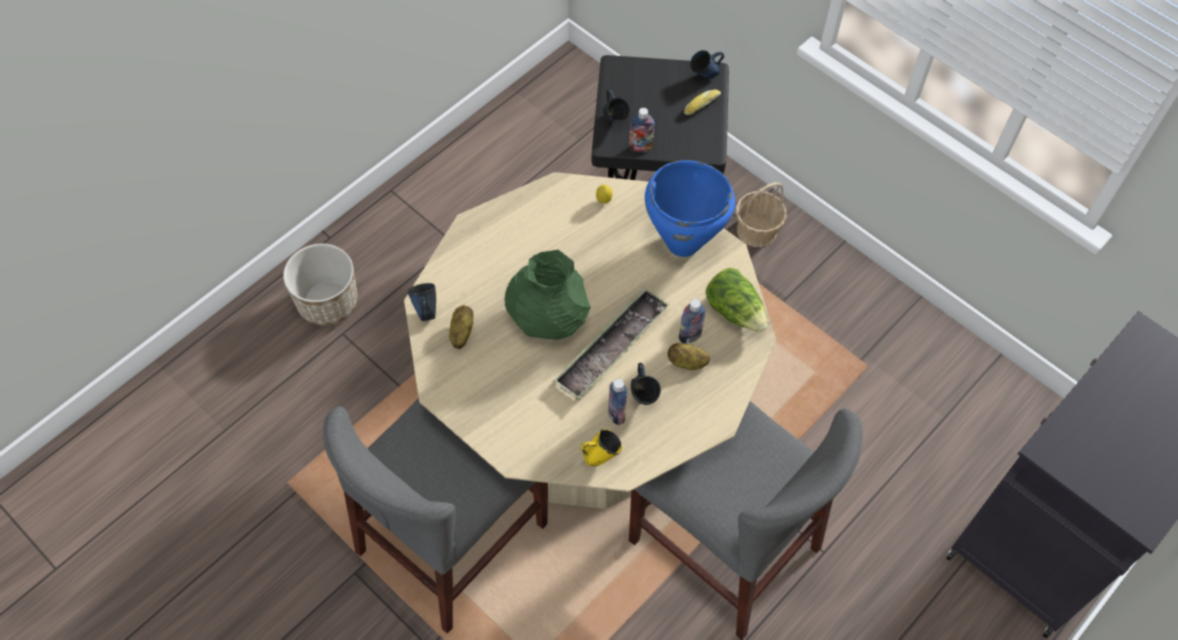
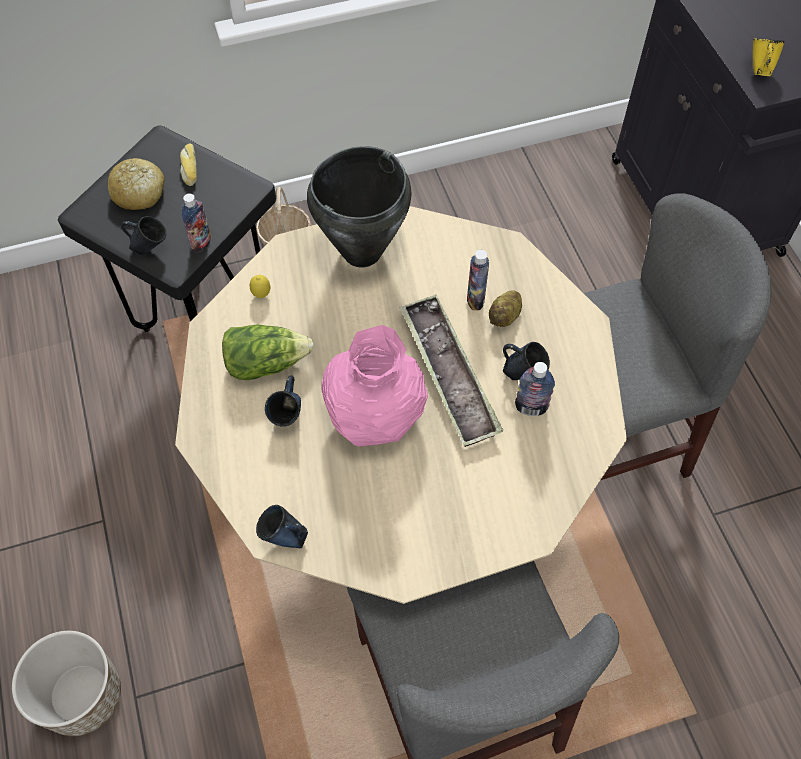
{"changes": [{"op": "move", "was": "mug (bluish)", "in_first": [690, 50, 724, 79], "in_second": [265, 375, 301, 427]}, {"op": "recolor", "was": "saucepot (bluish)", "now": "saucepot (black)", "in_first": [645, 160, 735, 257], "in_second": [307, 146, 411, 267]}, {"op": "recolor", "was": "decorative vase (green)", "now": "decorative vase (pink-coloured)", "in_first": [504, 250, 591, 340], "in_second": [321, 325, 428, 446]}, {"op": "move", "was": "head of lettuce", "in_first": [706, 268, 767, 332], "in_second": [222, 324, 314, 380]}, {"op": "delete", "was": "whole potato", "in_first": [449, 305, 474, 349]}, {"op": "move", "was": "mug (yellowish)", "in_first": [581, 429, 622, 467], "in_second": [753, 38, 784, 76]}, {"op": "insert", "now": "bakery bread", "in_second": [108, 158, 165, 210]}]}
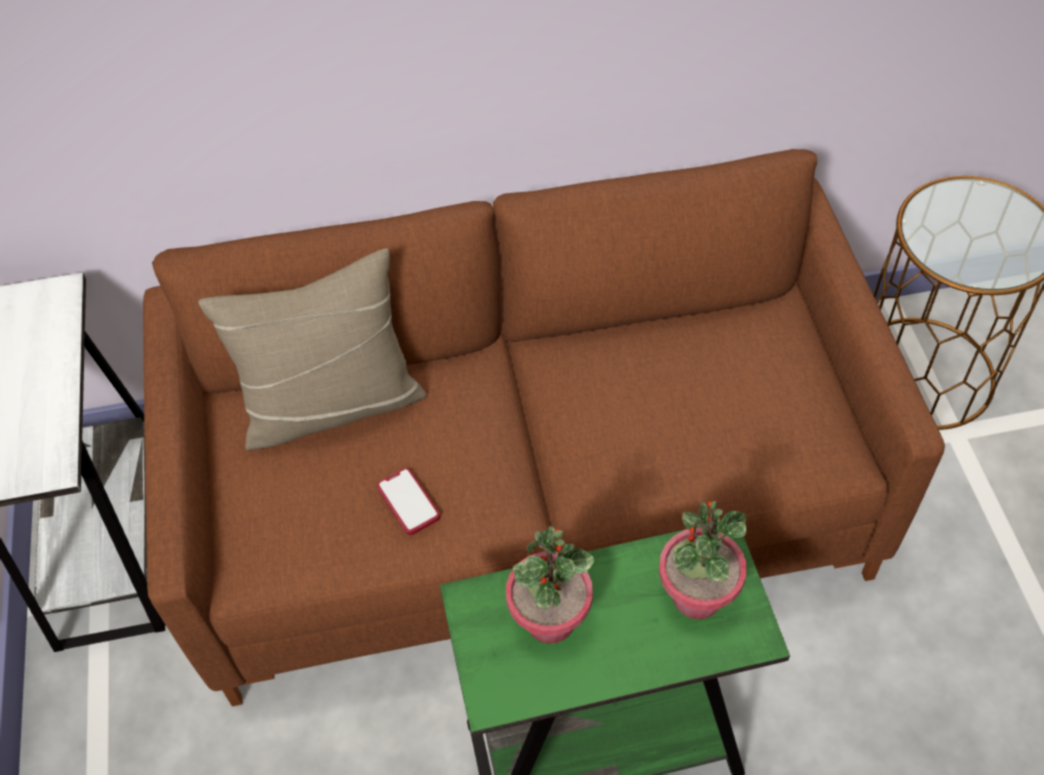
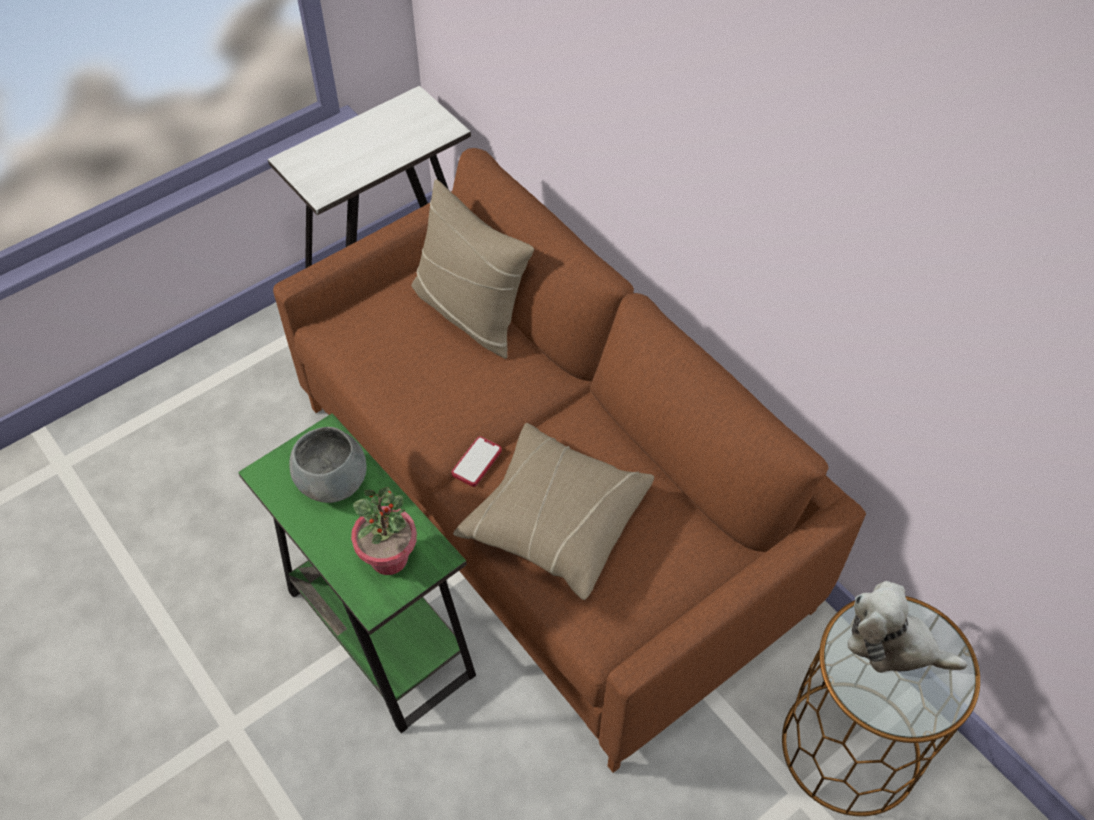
{"changes": [{"op": "move", "was": "telephone", "in_first": [377, 468, 440, 535], "in_second": [452, 436, 502, 487]}, {"op": "replace", "was": "plant in a pot", "now": "serving bowl (greyish)", "in_first": [506, 526, 594, 643], "in_second": [289, 427, 367, 503]}, {"op": "insert", "now": "cushion (beige-coloured)", "in_second": [453, 423, 654, 600]}, {"op": "insert", "now": "plush toy", "in_second": [848, 581, 968, 673]}]}
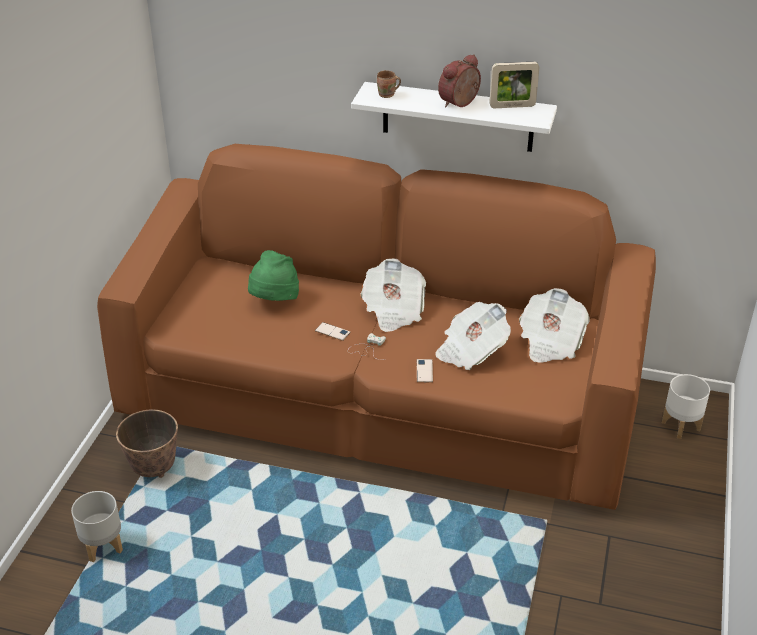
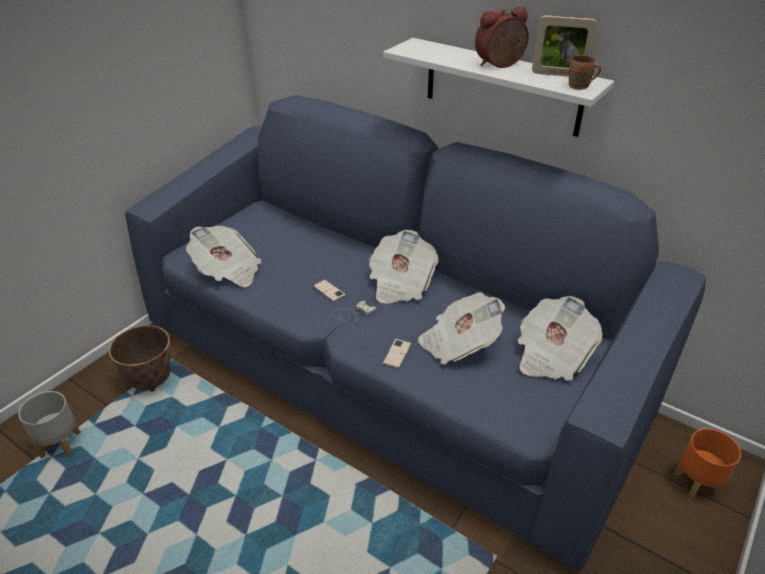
{"changes": [{"op": "move", "was": "mug (brownish)", "in_first": [377, 70, 401, 98], "in_second": [569, 55, 601, 90]}, {"op": "recolor", "was": "sofa (brownish)", "now": "sofa (bluish)", "in_first": [97, 144, 656, 510], "in_second": [125, 95, 706, 571]}, {"op": "delete", "was": "clothing hat (green)", "in_first": [248, 250, 299, 301]}, {"op": "recolor", "was": "planter (white-coloured)", "now": "planter (orange-coloured)", "in_first": [662, 374, 710, 439], "in_second": [674, 428, 741, 501]}, {"op": "insert", "now": "daily paper", "in_second": [186, 226, 262, 287]}]}
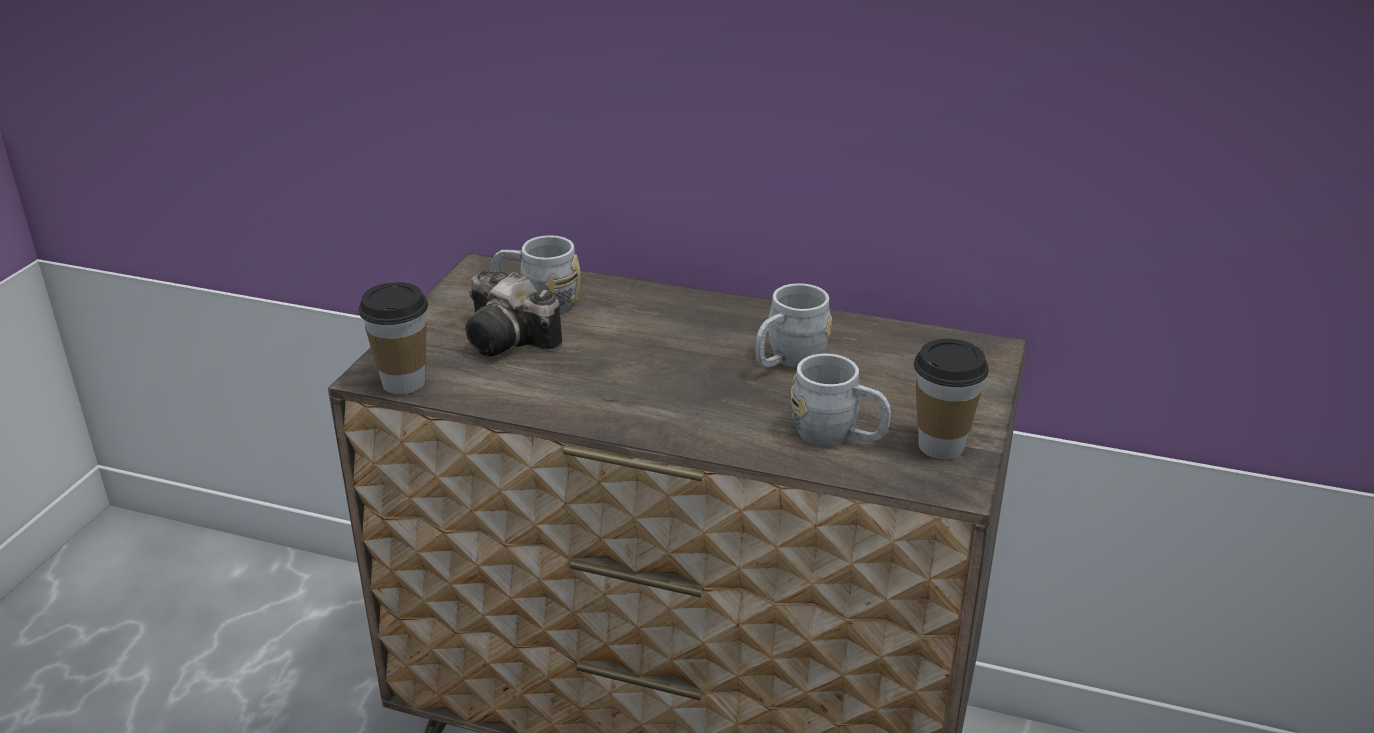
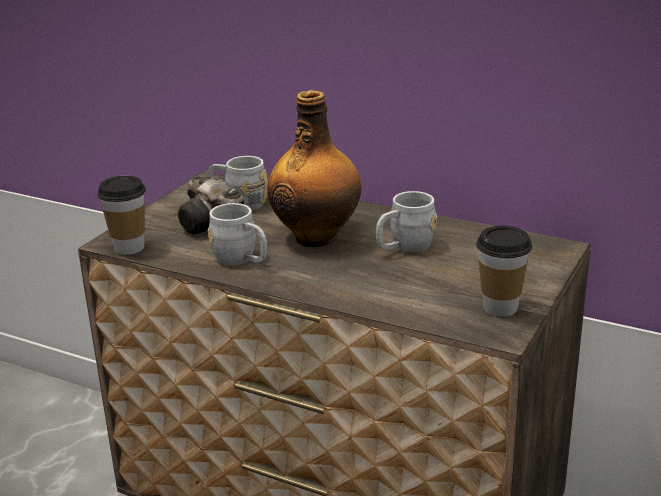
{"changes": [{"op": "move", "was": "mug (greyish)", "in_first": [791, 353, 891, 447], "in_second": [208, 203, 267, 266]}, {"op": "insert", "now": "bottle", "in_second": [267, 90, 361, 247]}]}
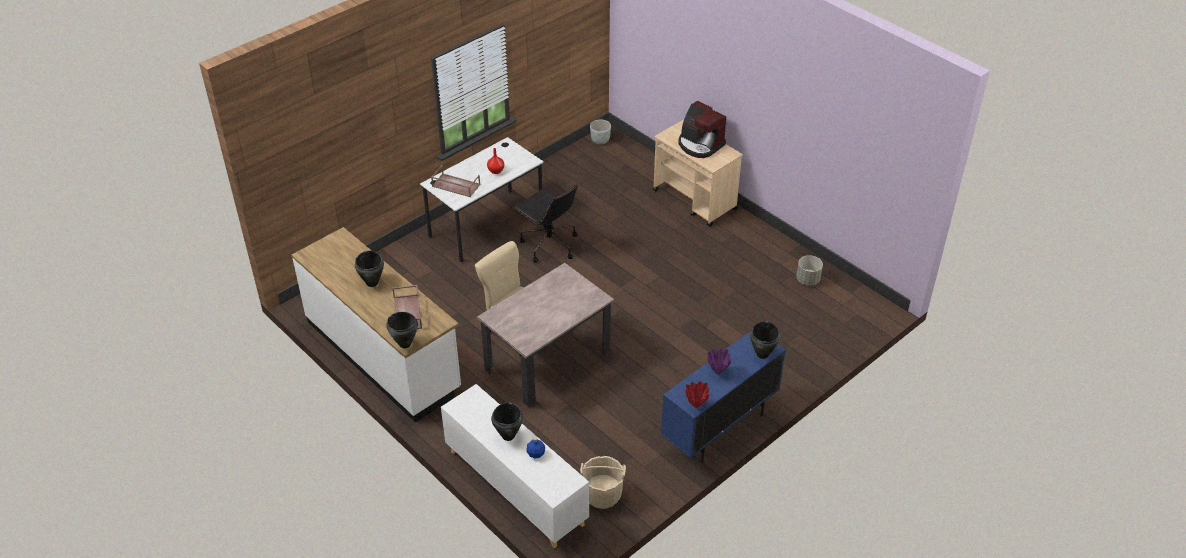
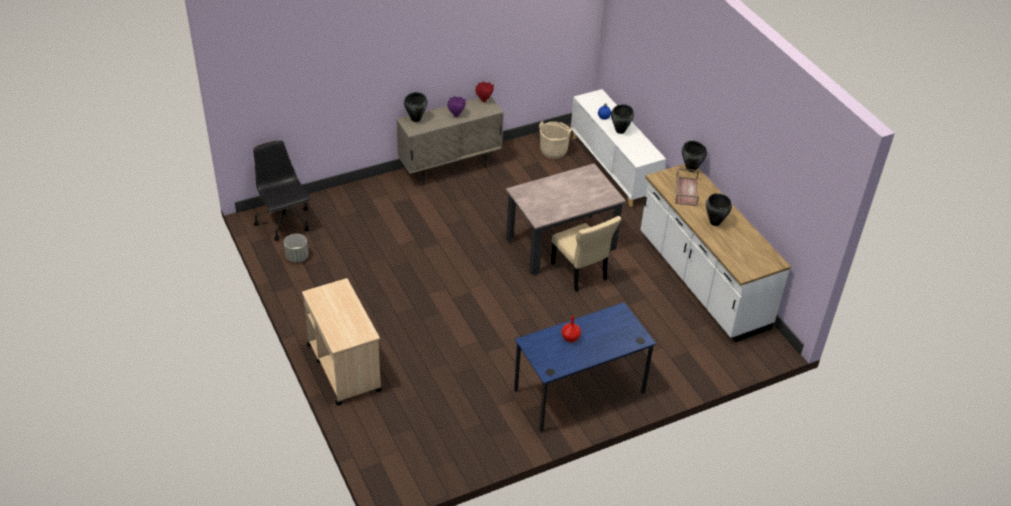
{"changes": [{"op": "delete", "was": "coffee machine", "in_first": [679, 101, 727, 158]}, {"op": "delete", "was": "planter (greyish)", "in_first": [590, 120, 611, 144]}, {"op": "recolor", "was": "desk unit (white-coloured)", "now": "desk unit (bluish)", "in_first": [420, 137, 544, 263], "in_second": [514, 302, 656, 432]}, {"op": "delete", "was": "serving tray (brownish)", "in_first": [431, 165, 480, 197]}, {"op": "move", "was": "desk chair (black)", "in_first": [512, 184, 578, 263], "in_second": [253, 140, 310, 241]}, {"op": "recolor", "was": "storage cabinet (bluish)", "now": "storage cabinet (beige-coloured)", "in_first": [661, 331, 786, 463], "in_second": [396, 96, 504, 185]}]}
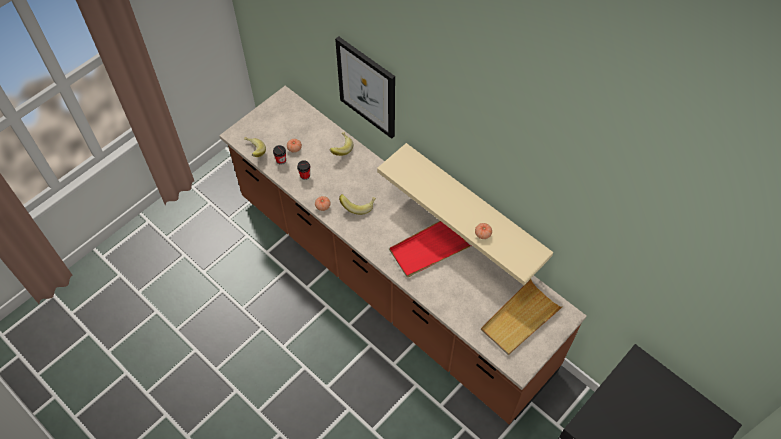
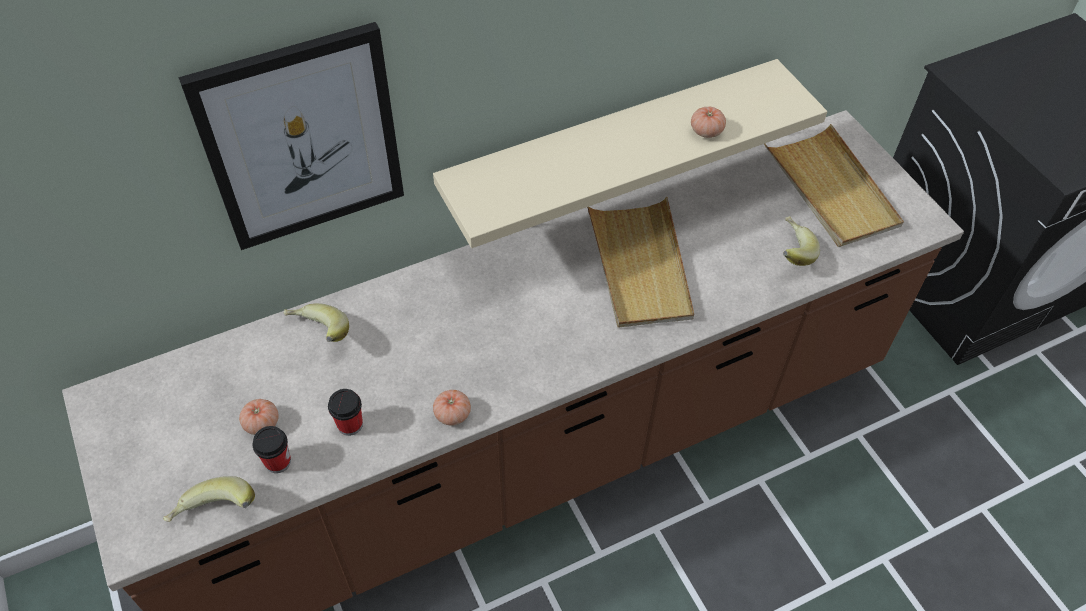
{"changes": [{"op": "move", "was": "whole banana", "in_first": [339, 194, 376, 215], "in_second": [783, 216, 820, 266]}, {"op": "recolor", "was": "serving tray (reddish)", "now": "serving tray (beige-coloured)", "in_first": [389, 221, 471, 278], "in_second": [587, 197, 694, 328]}]}
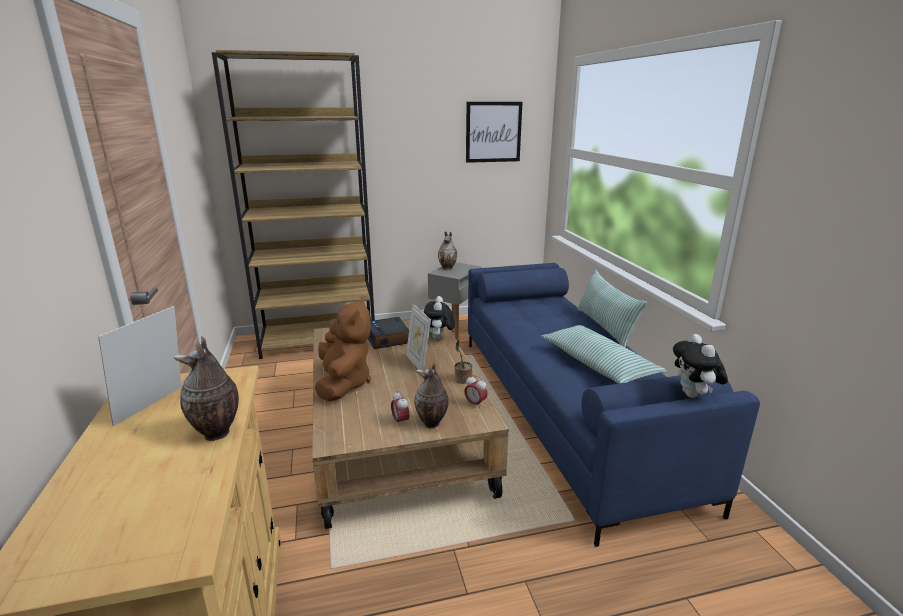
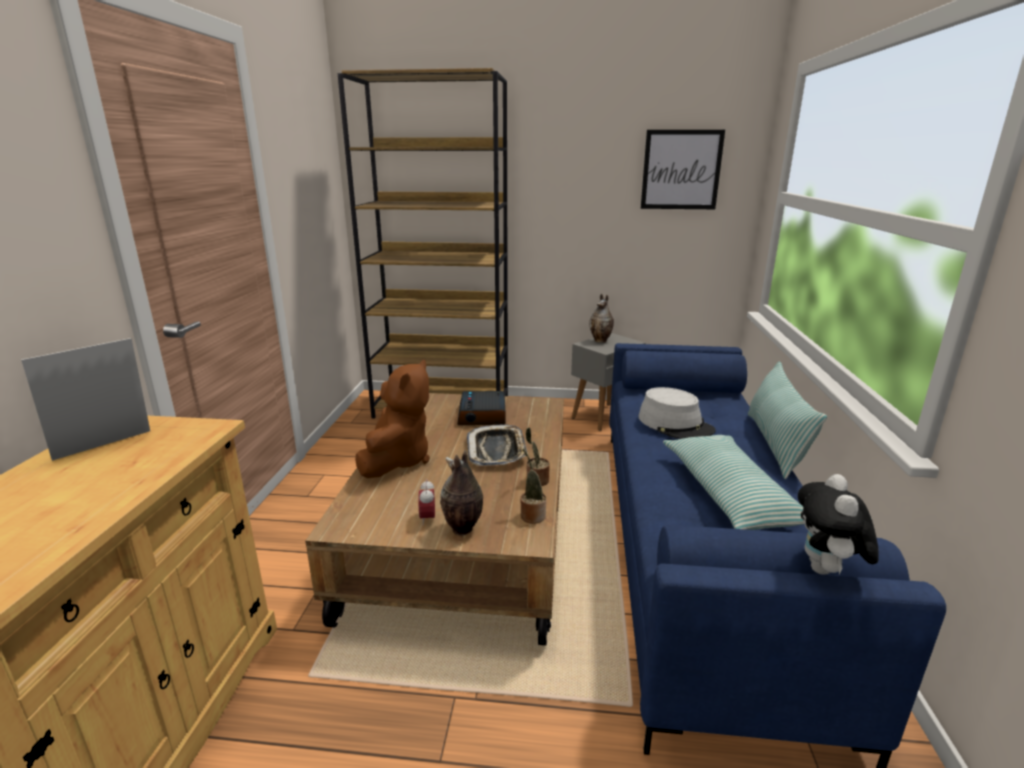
{"changes": [{"op": "delete", "was": "plush toy", "in_first": [424, 296, 455, 339]}, {"op": "replace", "was": "standing frame", "now": "serving tray", "in_first": [406, 304, 431, 371], "in_second": [467, 424, 528, 466]}, {"op": "delete", "was": "decorative vase", "in_first": [174, 336, 239, 441]}, {"op": "replace", "was": "table clock", "now": "plant in a pot", "in_first": [464, 375, 488, 407], "in_second": [520, 449, 546, 524]}, {"op": "insert", "now": "clothing hat (greyish)", "in_second": [639, 387, 716, 439]}]}
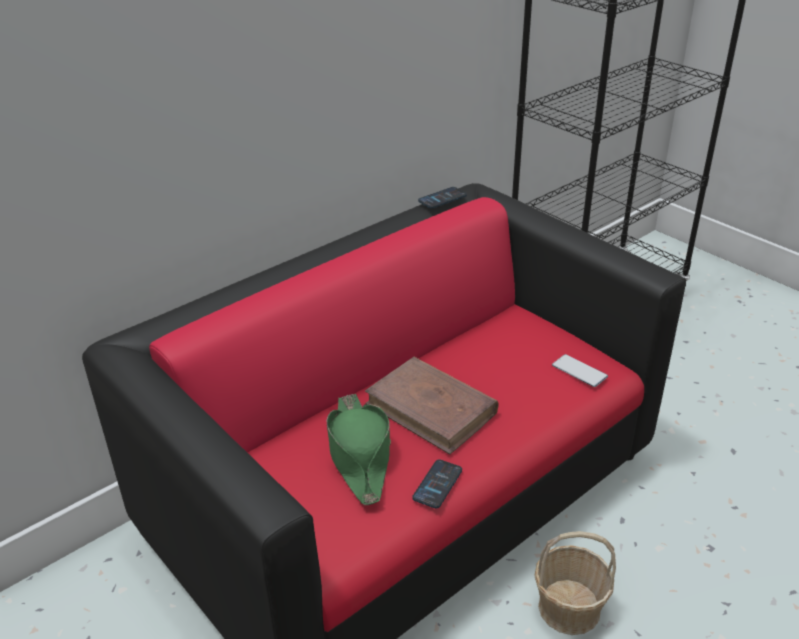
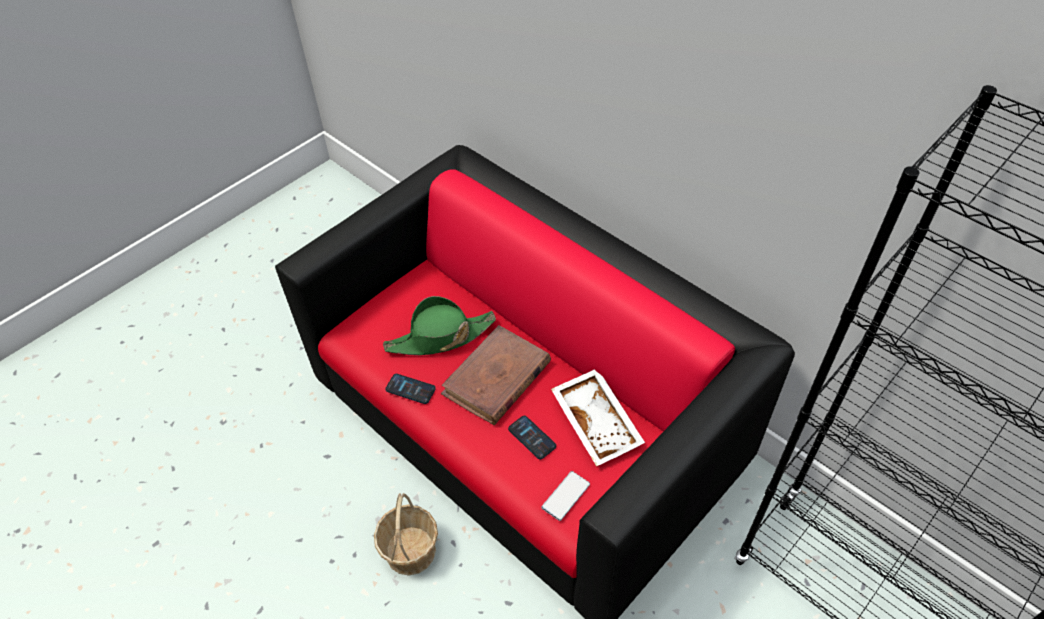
{"changes": [{"op": "move", "was": "telephone", "in_first": [418, 187, 467, 209], "in_second": [508, 416, 556, 460]}, {"op": "insert", "now": "serving tray (white-coloured)", "in_second": [551, 369, 645, 467]}]}
